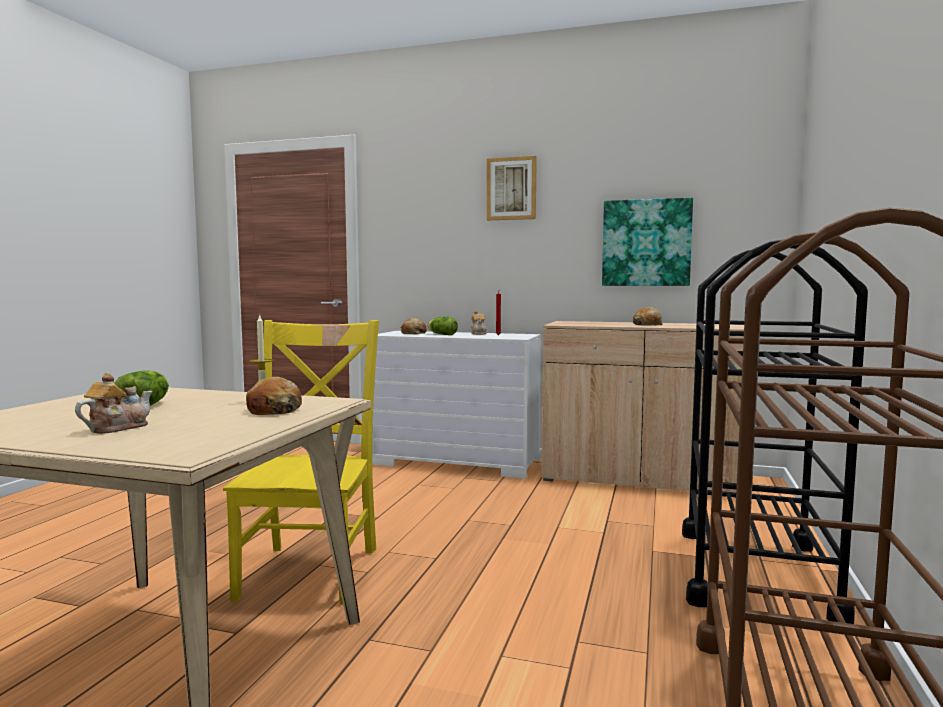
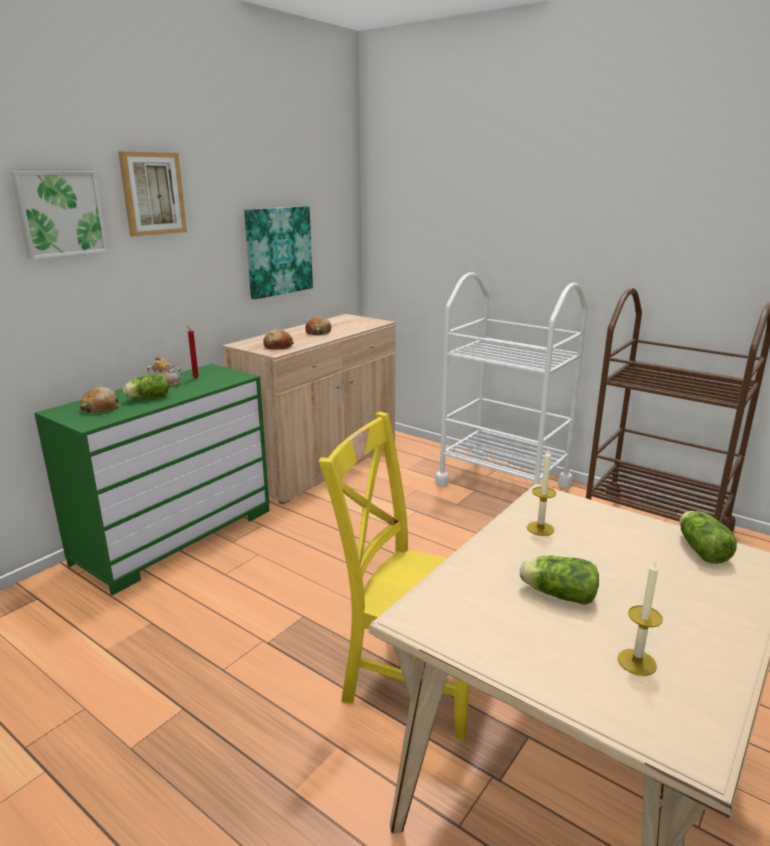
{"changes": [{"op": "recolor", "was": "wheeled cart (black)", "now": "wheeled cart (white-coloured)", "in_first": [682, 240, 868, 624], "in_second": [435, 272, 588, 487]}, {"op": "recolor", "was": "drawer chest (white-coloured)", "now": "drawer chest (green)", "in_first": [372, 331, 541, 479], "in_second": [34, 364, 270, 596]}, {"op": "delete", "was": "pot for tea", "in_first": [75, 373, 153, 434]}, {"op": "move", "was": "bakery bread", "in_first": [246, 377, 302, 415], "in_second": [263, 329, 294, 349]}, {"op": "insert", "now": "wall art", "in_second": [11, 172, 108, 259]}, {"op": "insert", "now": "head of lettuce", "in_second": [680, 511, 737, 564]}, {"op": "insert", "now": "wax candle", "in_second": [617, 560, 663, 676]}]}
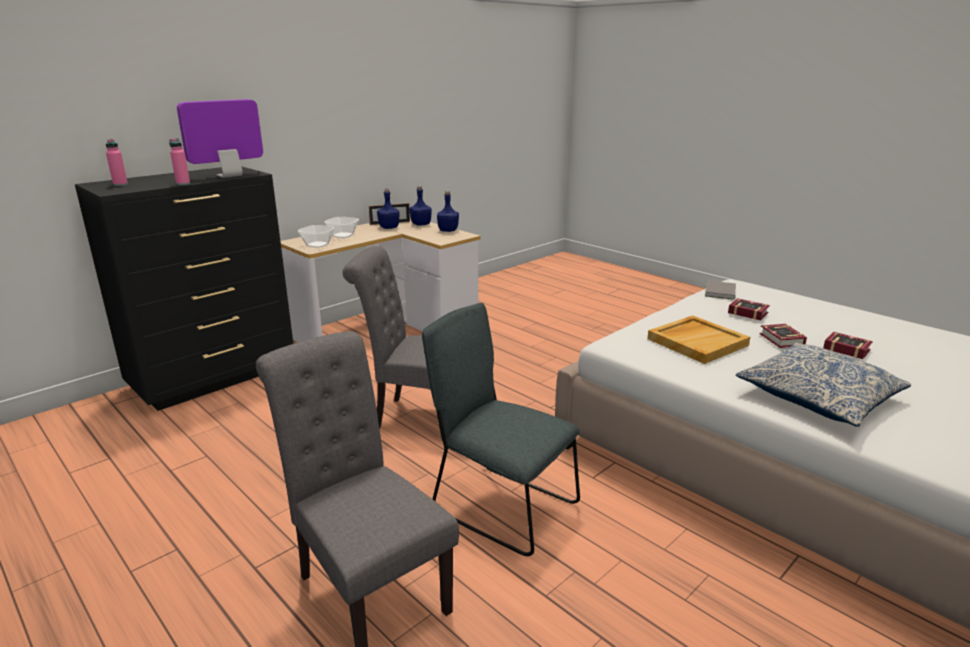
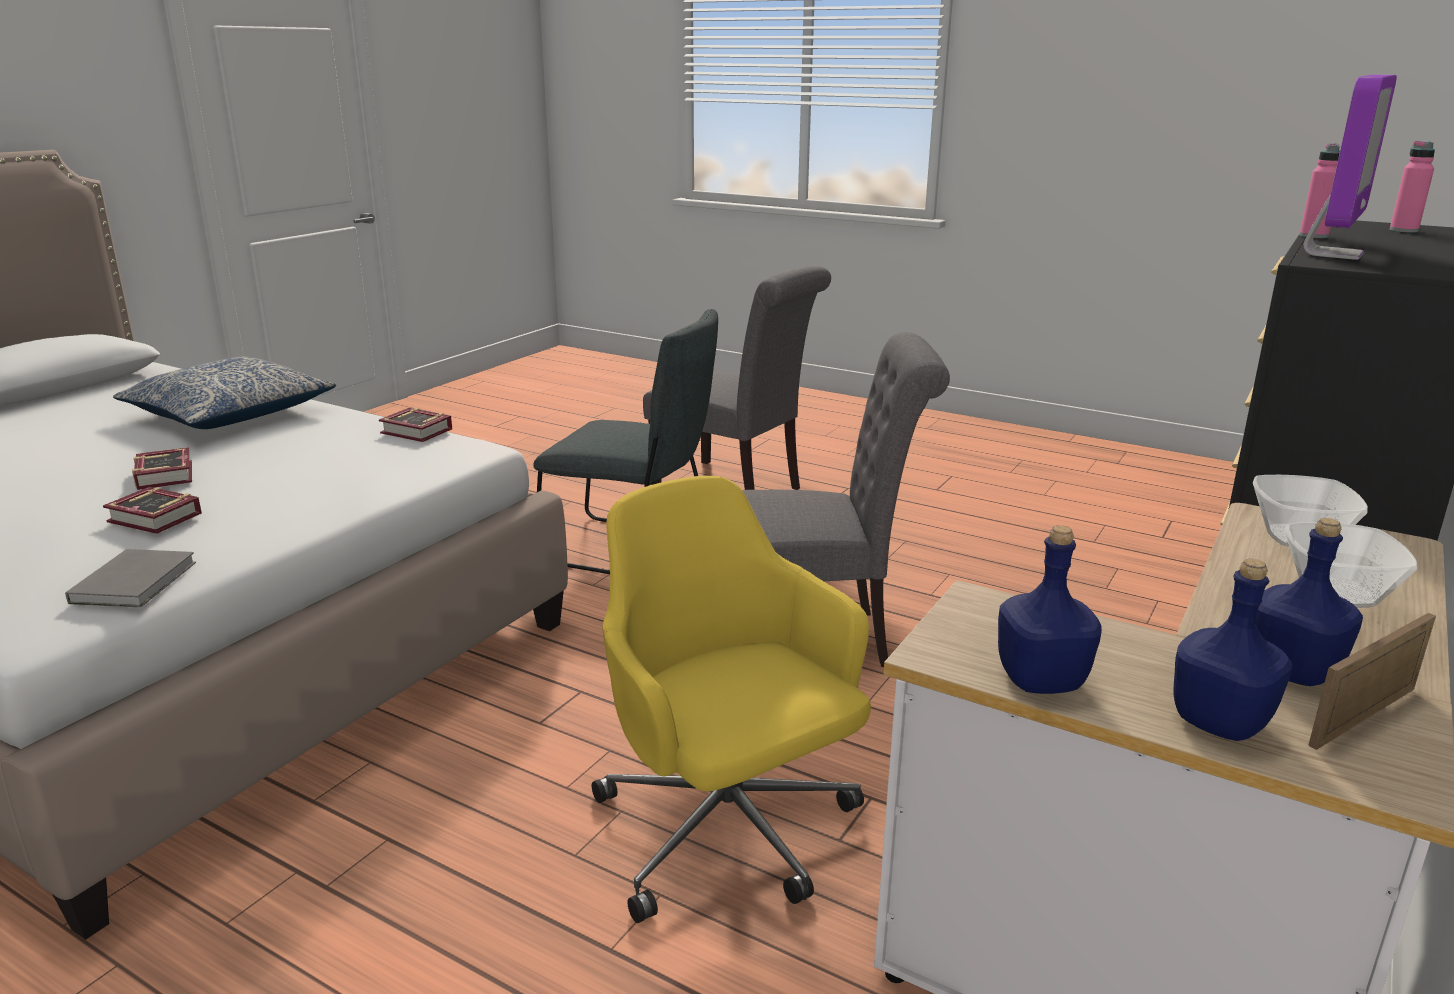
{"changes": [{"op": "delete", "was": "serving tray (beige-coloured)", "in_first": [647, 315, 750, 364]}, {"op": "move", "was": "volume", "in_first": [823, 332, 873, 359], "in_second": [379, 408, 452, 442]}, {"op": "insert", "now": "desk chair (yellowish)", "in_second": [592, 476, 871, 923]}]}
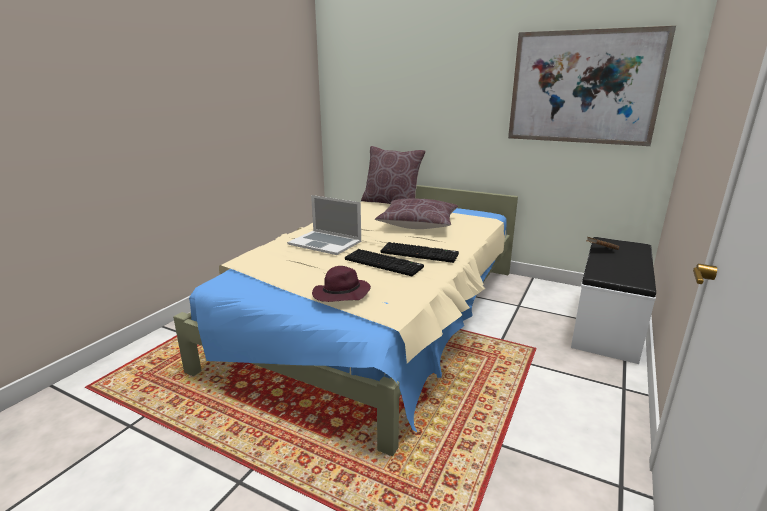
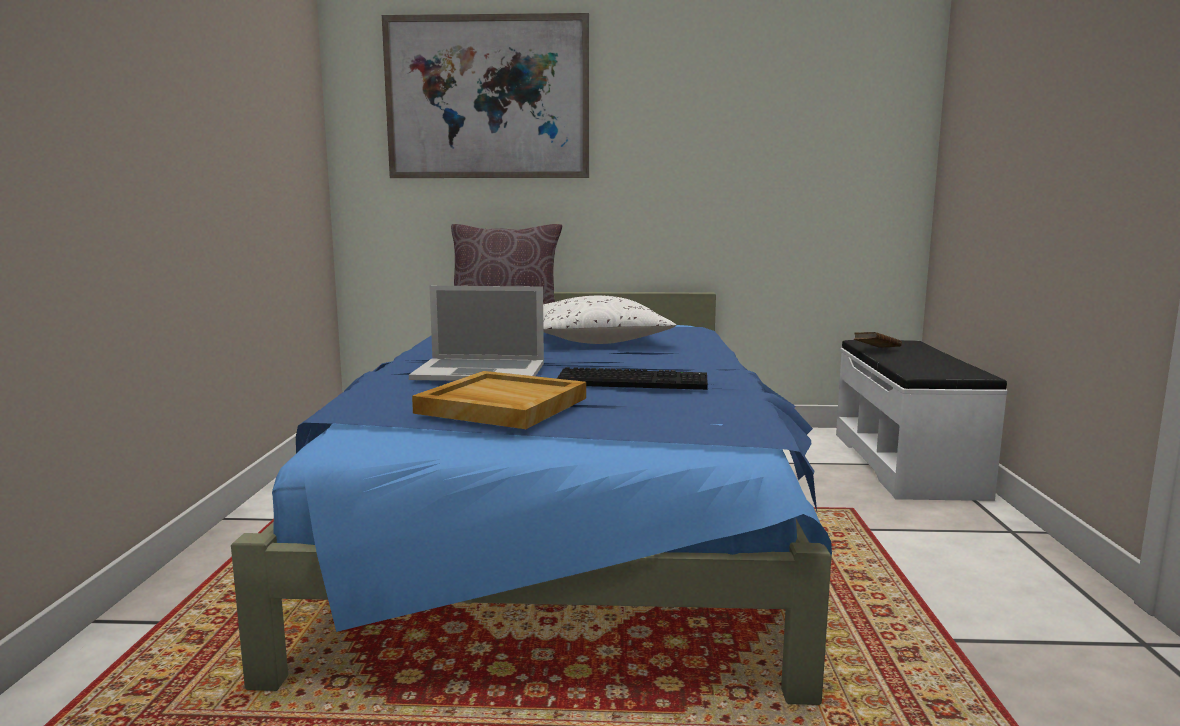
{"changes": [{"op": "move", "was": "wall art", "in_first": [508, 26, 676, 146], "in_second": [382, 13, 589, 178]}, {"op": "recolor", "was": "bedroom bed (beige-coloured)", "now": "bedroom bed (bluish)", "in_first": [173, 185, 518, 456], "in_second": [231, 292, 832, 705]}, {"op": "recolor", "was": "cushion (brownish)", "now": "cushion (white-coloured)", "in_first": [375, 199, 458, 229], "in_second": [543, 296, 676, 344]}, {"op": "delete", "was": "computer keyboard", "in_first": [381, 242, 459, 263]}, {"op": "delete", "was": "clothing hat (purple)", "in_first": [312, 266, 371, 302]}, {"op": "insert", "now": "serving tray (beige-coloured)", "in_second": [412, 371, 586, 429]}]}
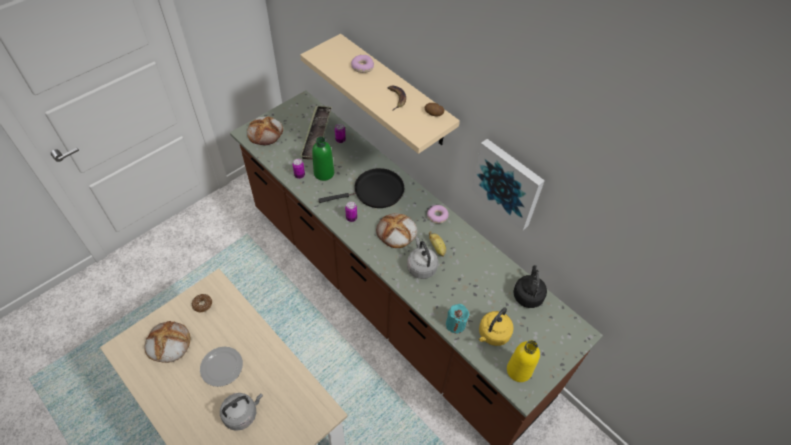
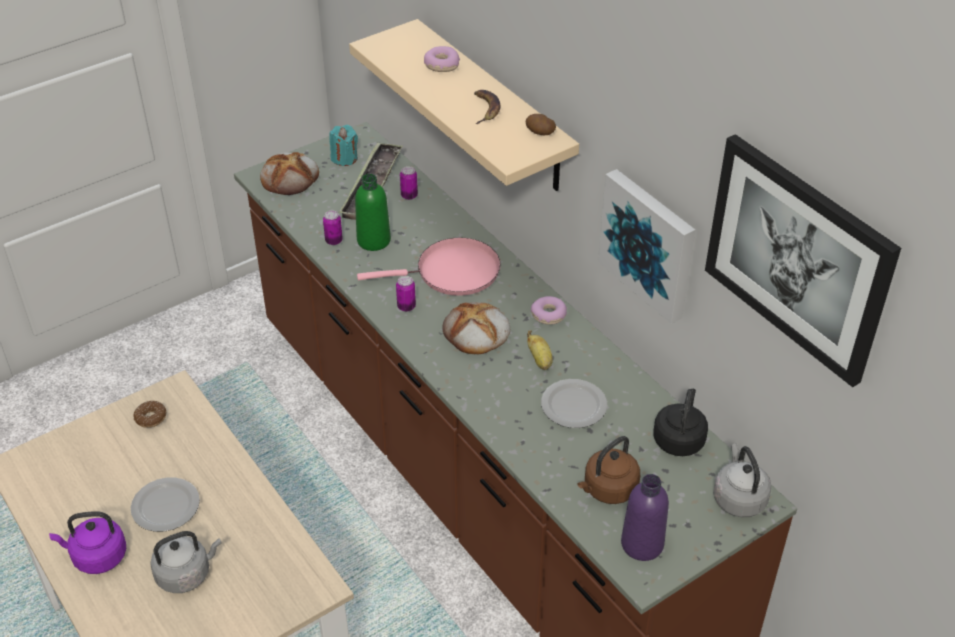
{"changes": [{"op": "recolor", "was": "skillet (black)", "now": "skillet (pink-coloured)", "in_first": [318, 168, 404, 208], "in_second": [357, 238, 501, 296]}, {"op": "move", "was": "water kettle (greyish)", "in_first": [407, 237, 438, 279], "in_second": [713, 443, 772, 517]}, {"op": "move", "was": "wax candle (blue-green)", "in_first": [446, 304, 470, 333], "in_second": [329, 125, 358, 166]}, {"op": "recolor", "was": "water kettle (yellowish)", "now": "water kettle (brownish)", "in_first": [479, 307, 513, 346], "in_second": [578, 436, 640, 504]}, {"op": "delete", "was": "bakery bread", "in_first": [144, 321, 190, 363]}, {"op": "recolor", "was": "bottle (yellowish)", "now": "bottle (purple)", "in_first": [507, 340, 540, 382], "in_second": [621, 474, 669, 561]}, {"op": "insert", "now": "wall art", "in_second": [705, 134, 901, 387]}, {"op": "insert", "now": "plate", "in_second": [541, 379, 607, 428]}, {"op": "insert", "now": "water kettle (purple)", "in_second": [49, 511, 126, 574]}]}
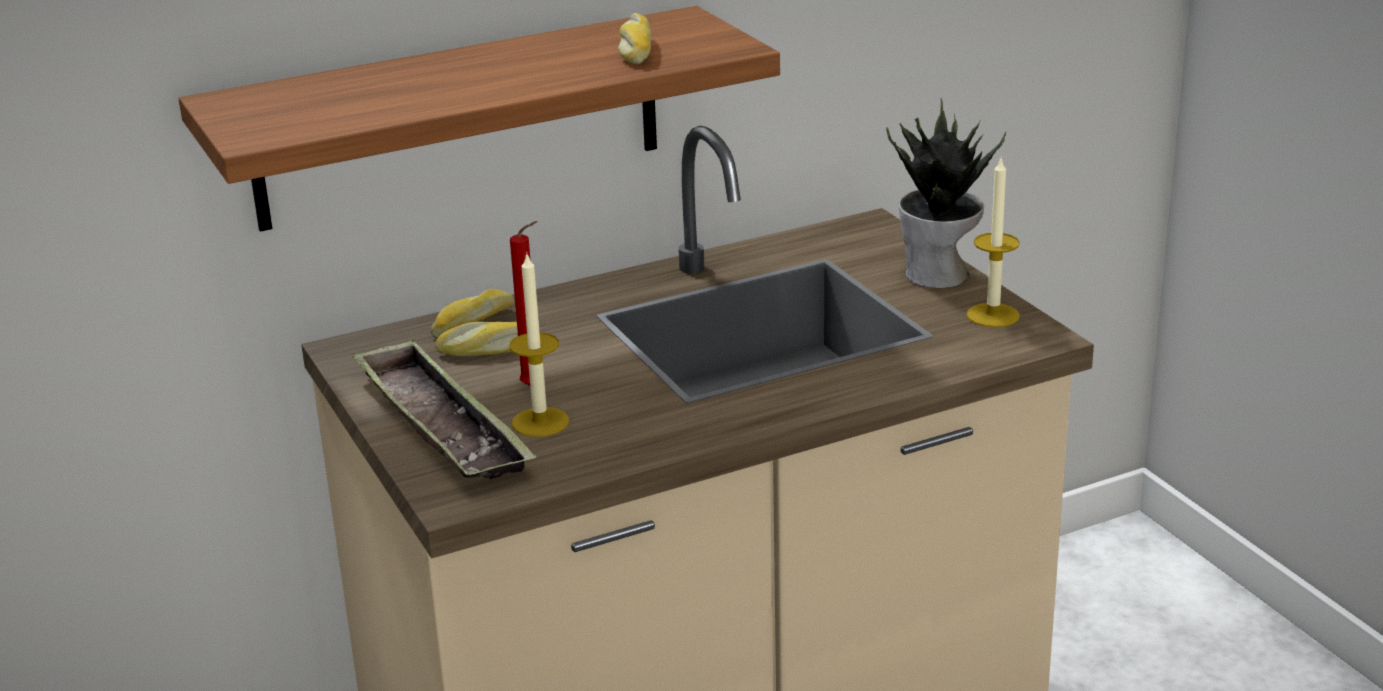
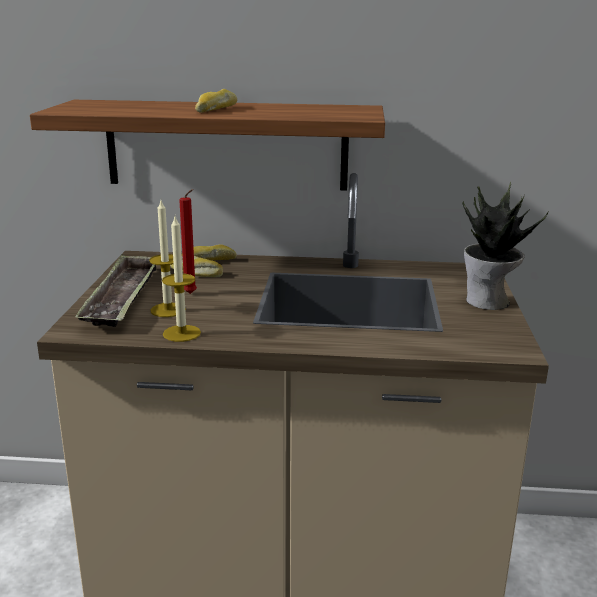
{"changes": [{"op": "move", "was": "bakery bread", "in_first": [618, 13, 651, 64], "in_second": [195, 89, 237, 113]}, {"op": "move", "was": "wax candle", "in_first": [967, 156, 1020, 327], "in_second": [162, 217, 201, 342]}]}
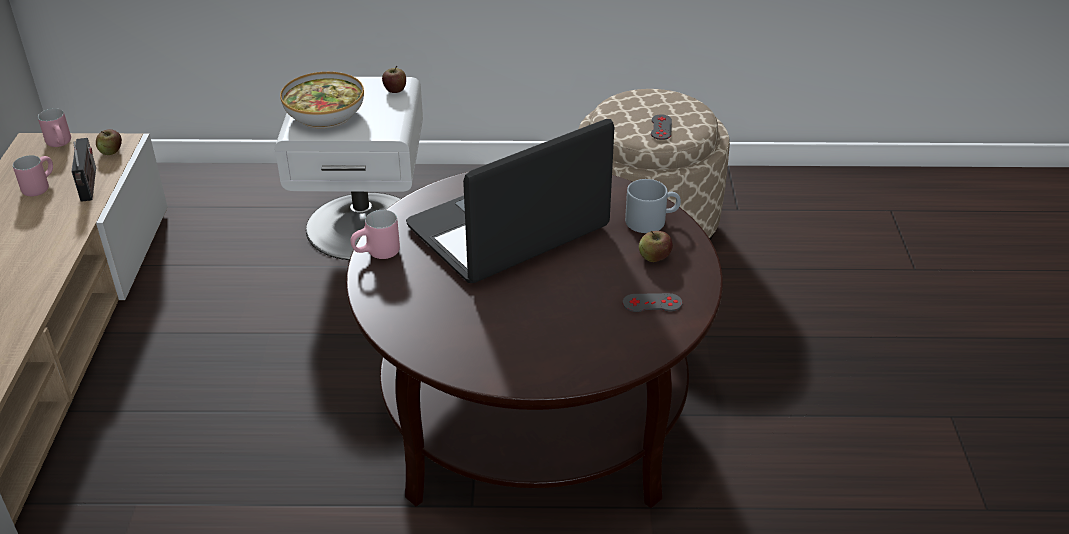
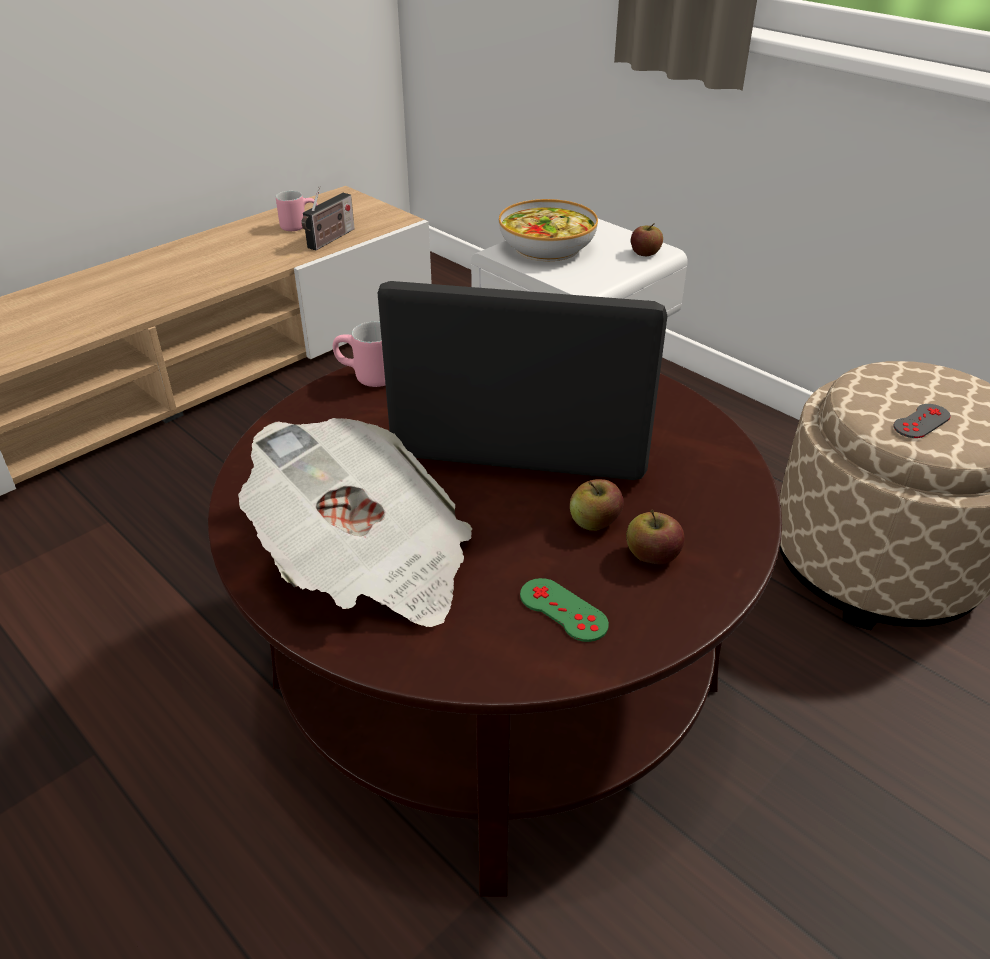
{"changes": [{"op": "delete", "was": "mug (pink-coloured)", "in_first": [38, 108, 71, 147]}, {"op": "move", "was": "apple fruit", "in_first": [96, 129, 122, 155], "in_second": [570, 479, 624, 531]}, {"op": "delete", "was": "mug (greyish)", "in_first": [625, 179, 681, 233]}, {"op": "recolor", "was": "joypad (greyish)", "now": "joypad (green)", "in_first": [623, 293, 683, 312], "in_second": [520, 578, 609, 642]}, {"op": "insert", "now": "daily paper", "in_second": [238, 418, 472, 627]}]}
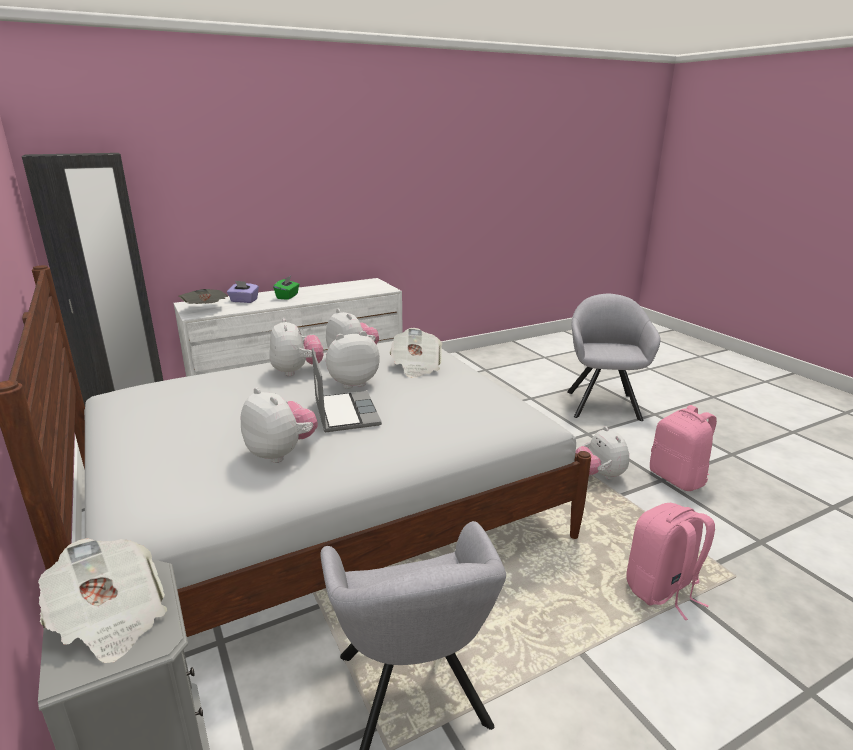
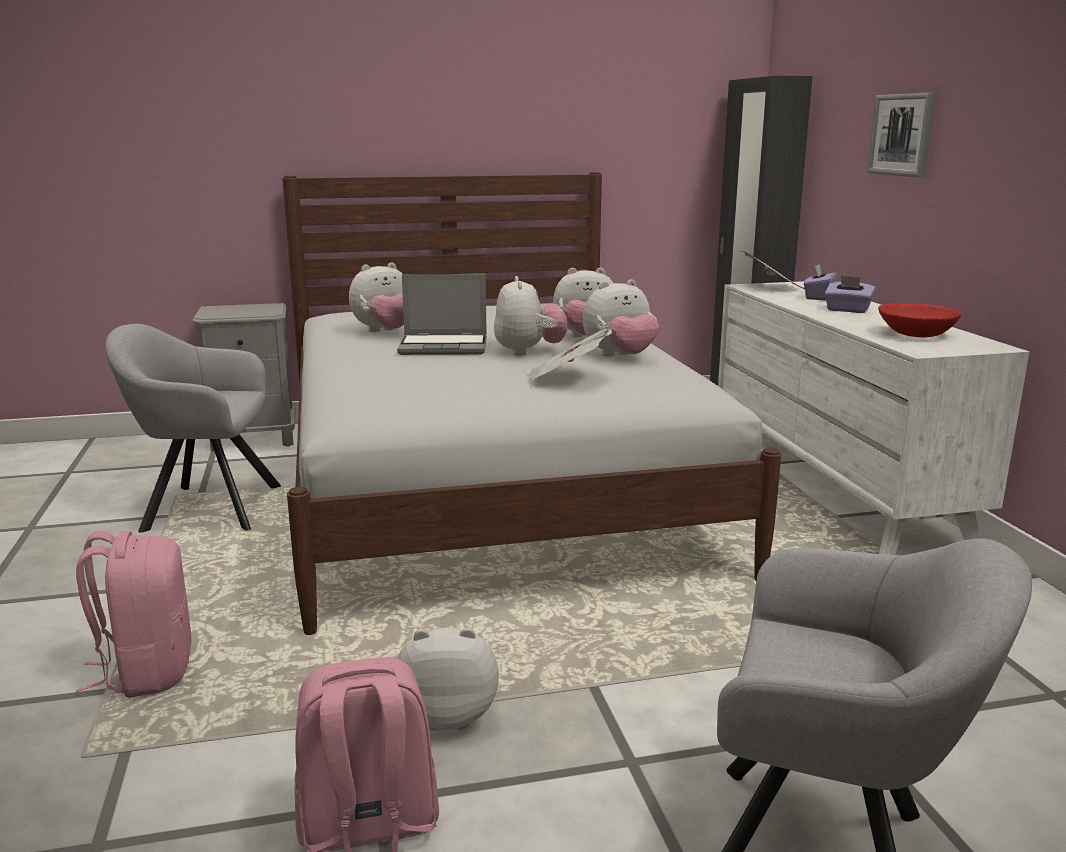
{"changes": [{"op": "recolor", "was": "tissue holder (green)", "now": "tissue holder (purple)", "in_first": [273, 276, 300, 300], "in_second": [825, 275, 876, 313]}, {"op": "delete", "was": "daily paper", "in_first": [38, 538, 167, 663]}, {"op": "insert", "now": "wall art", "in_second": [867, 92, 936, 177]}, {"op": "insert", "now": "serving bowl (reddish)", "in_second": [878, 304, 962, 337]}]}
